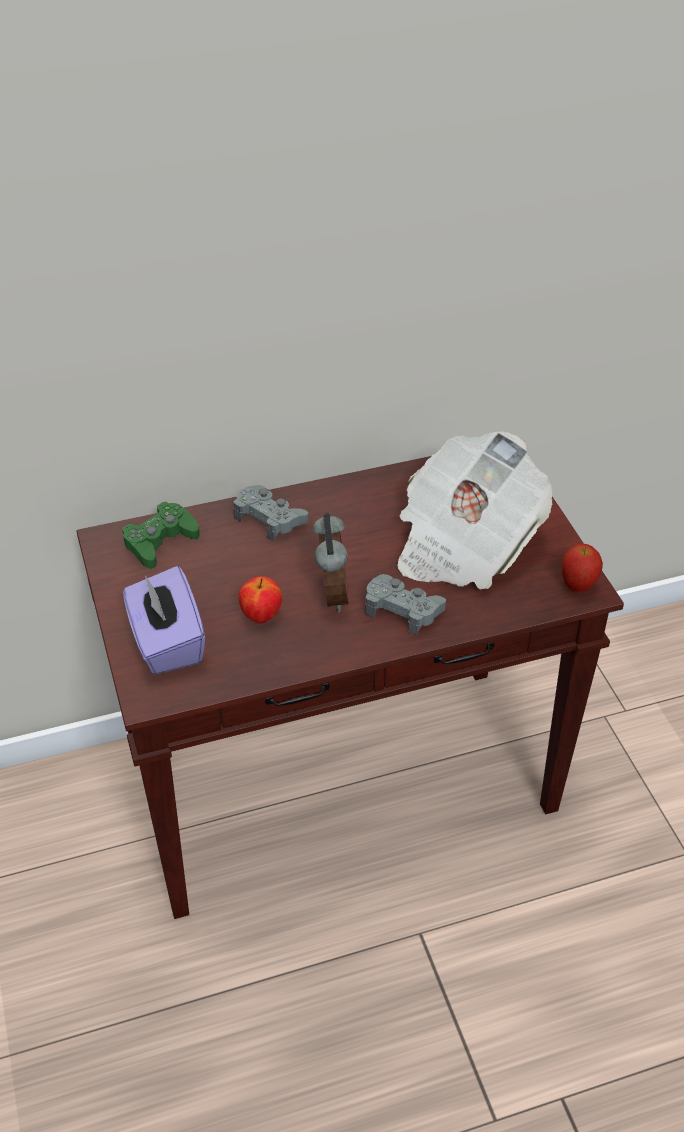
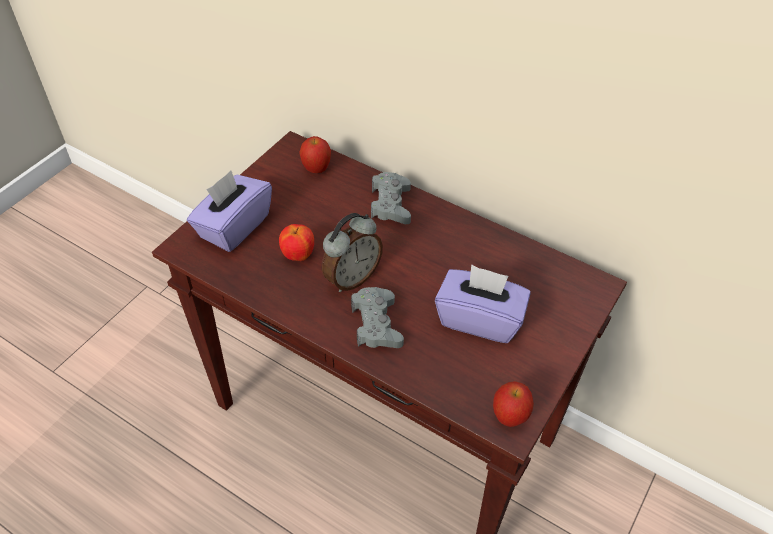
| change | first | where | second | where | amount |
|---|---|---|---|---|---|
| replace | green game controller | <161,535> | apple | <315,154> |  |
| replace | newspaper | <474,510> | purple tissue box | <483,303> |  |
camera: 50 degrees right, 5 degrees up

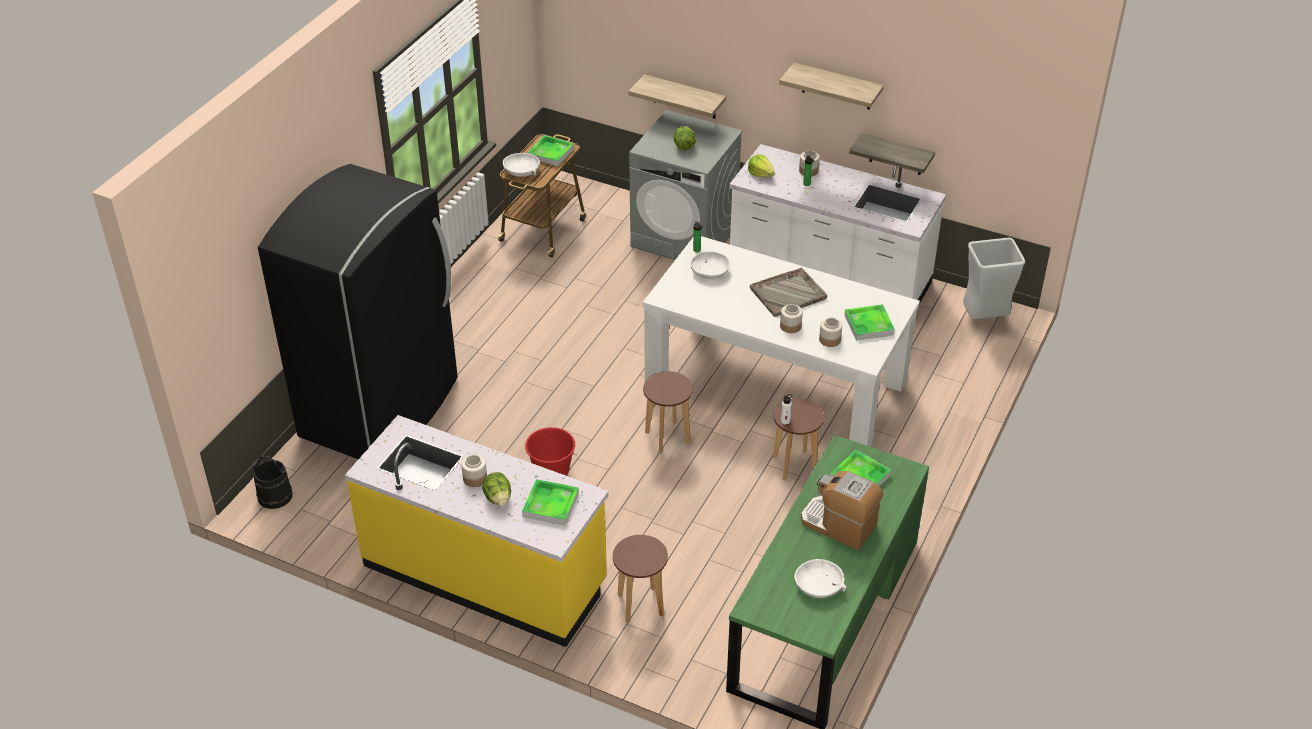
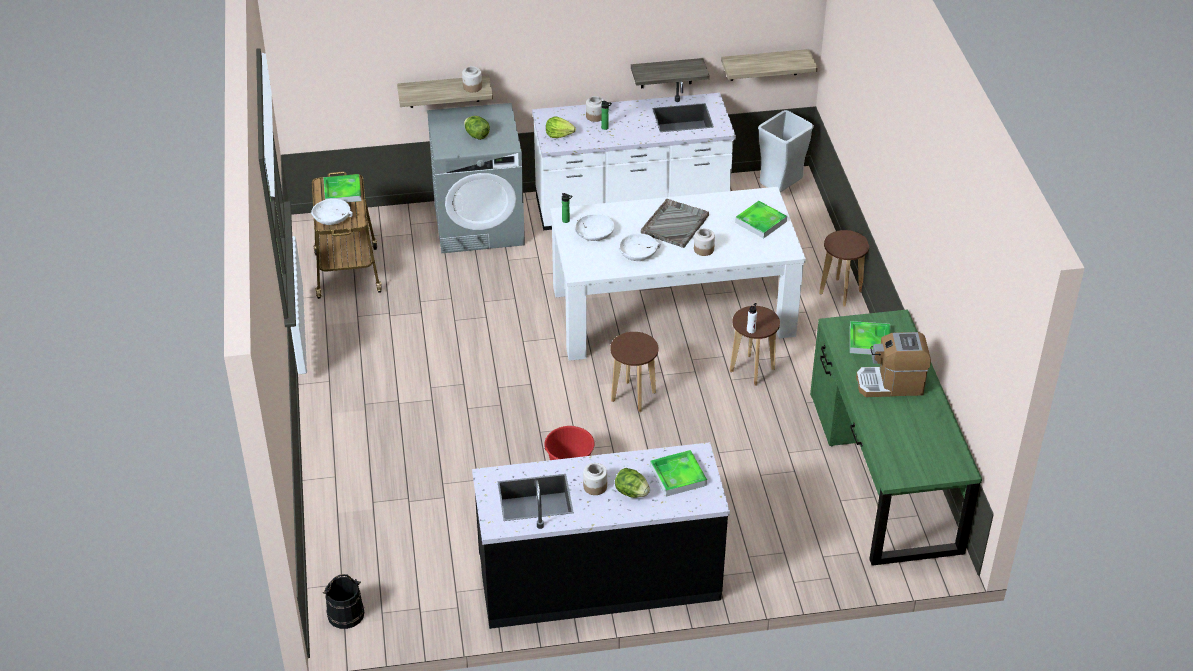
| change | first | where | second | where | amount |
|---|---|---|---|---|---|
| delete | black fridge | <358,311> |  |  |  |
| move | brown stool | <640,579> |  | <844,268> |  |
| move | shelf | <831,86> |  | <769,65> |  |
| move | white bowl | <820,578> |  | <640,247> |  |
| move | jar | <830,332> |  | <472,79> |  |
| recolor | yellow counter | <477,531> | black counter | <601,535> |  |
camera: 35 degrees left, 0 degrees up

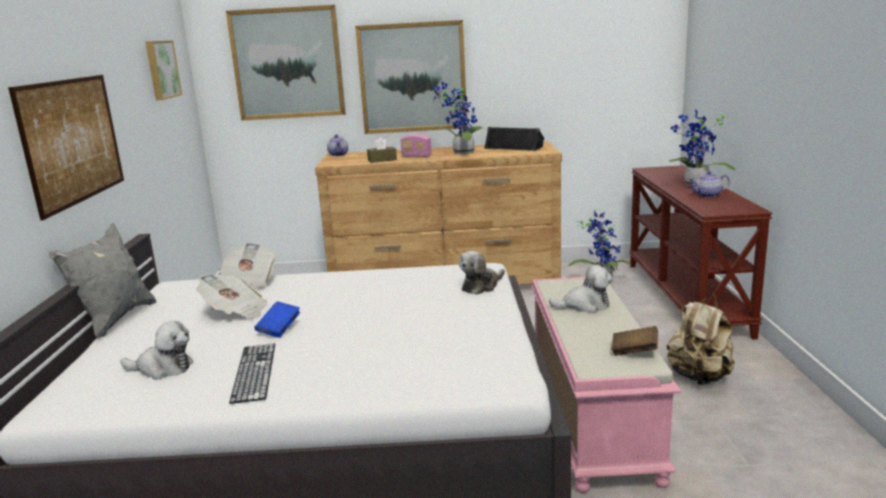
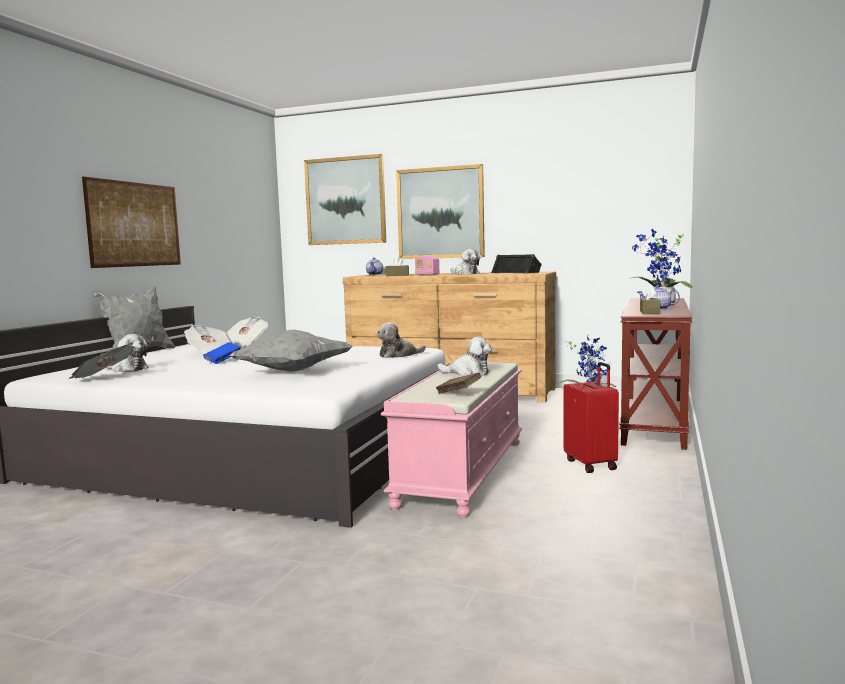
| change | first | where | second | where | amount |
|---|---|---|---|---|---|
| delete | picture | <164,70> |  |  |  |
| delete | keyboard | <252,373> |  |  |  |
| insert |  |  | newspaper | <102,361> |  |
| insert |  |  | grey pillow | <291,350> |  |
| insert |  |  | brown tissue box | <650,300> |  |
| replace | potted plant | <457,118> | plush toy | <465,262> |  |
| replace | beige backpack | <701,340> | red suitcase | <591,417> |  |
camera: 20 degrees right, 10 degrees down

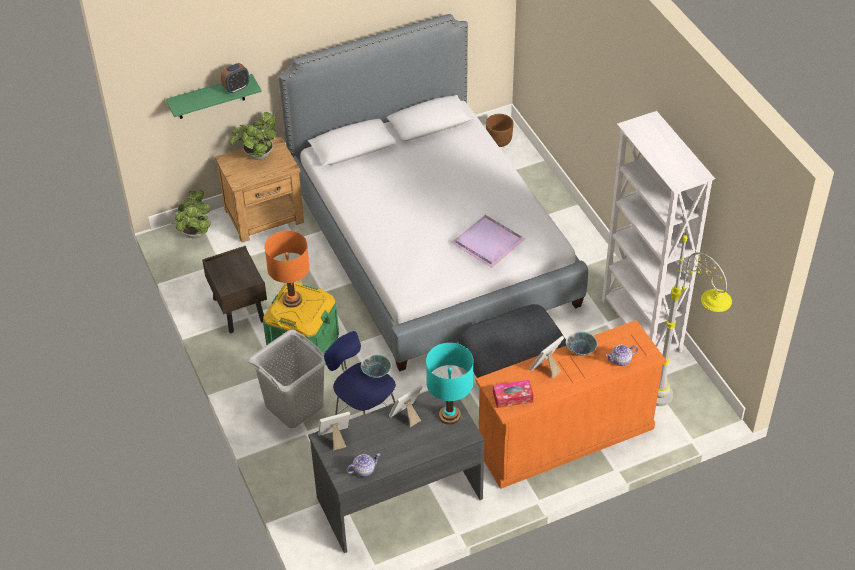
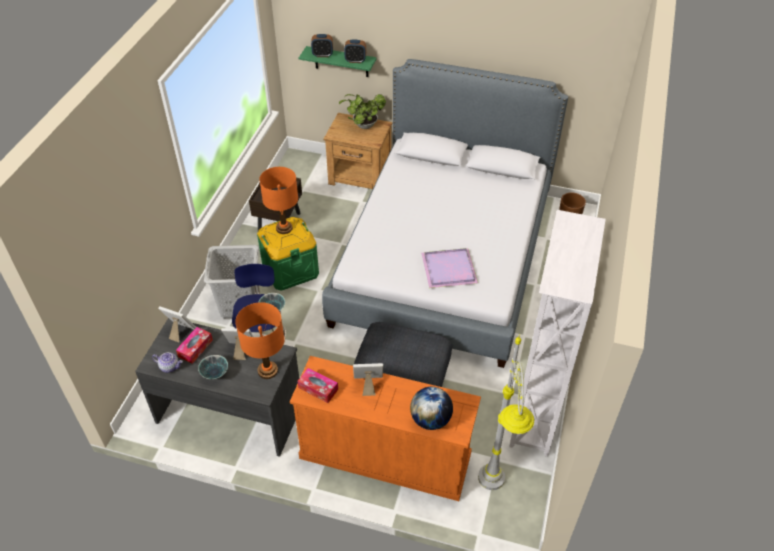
| change | first | where | second | where | amount |
|---|---|---|---|---|---|
| delete | potted plant | <191,214> |  |  |  |
| insert |  |  | tissue box | <194,345> |  |
| insert |  |  | alarm clock | <322,45> |  |
| move | bowl | <582,343> |  | <213,367> |  |
| replace | teapot | <622,355> | globe | <431,408> |  |
| recolor | turquoise table lamp | <449,384> | orange table lamp | <260,340> |  |
camera: 40 degrees right, 0 degrees up

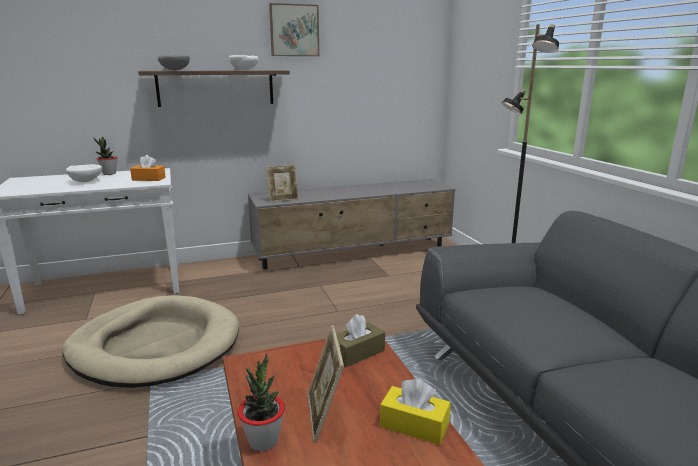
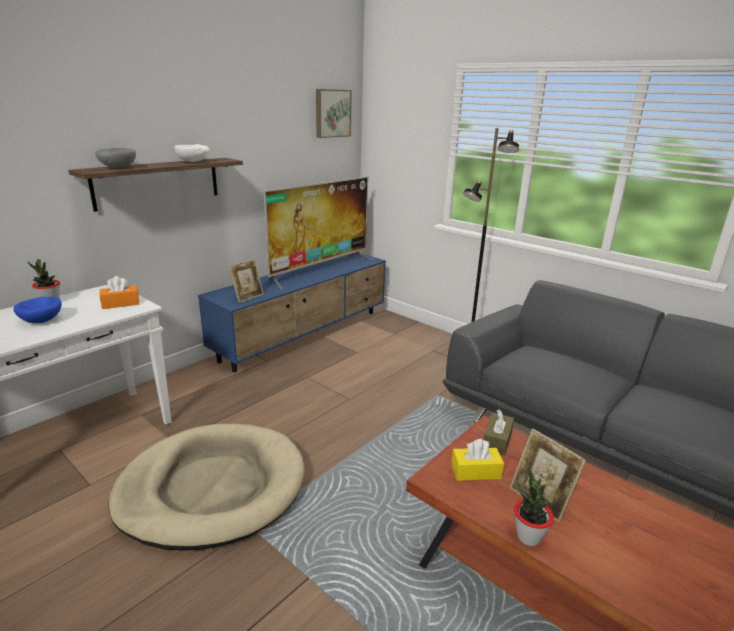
| change | first | where | second | where | amount |
|---|---|---|---|---|---|
| insert |  |  | television | <318,232> |  |
| move | picture | <294,29> |  | <334,113> |  |
| move | yellow tissue box | <415,411> |  | <477,460> |  |
| recolor | white bowl | <84,173> | blue bowl | <38,310> |  |
| recolor | grey tv stand | <351,224> | blue tv stand | <292,313> |  |
camera: 30 degrees left, 5 degrees up

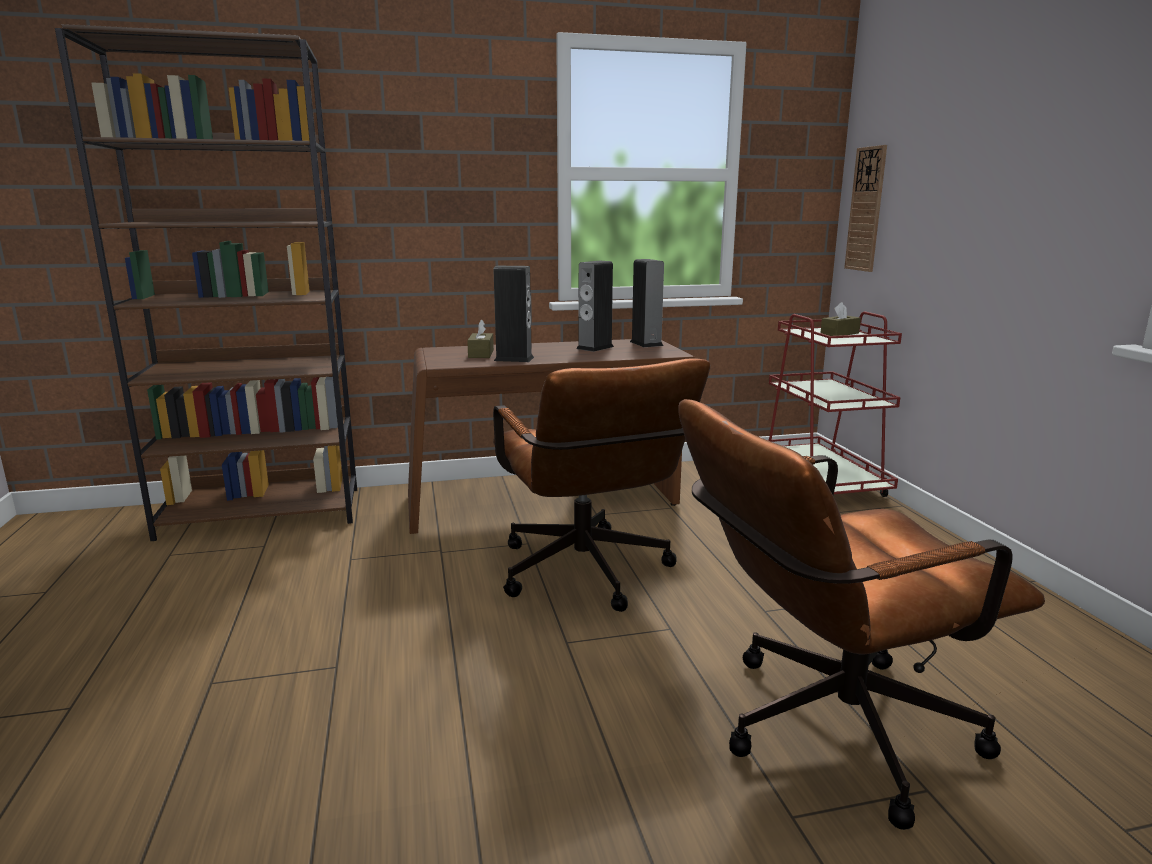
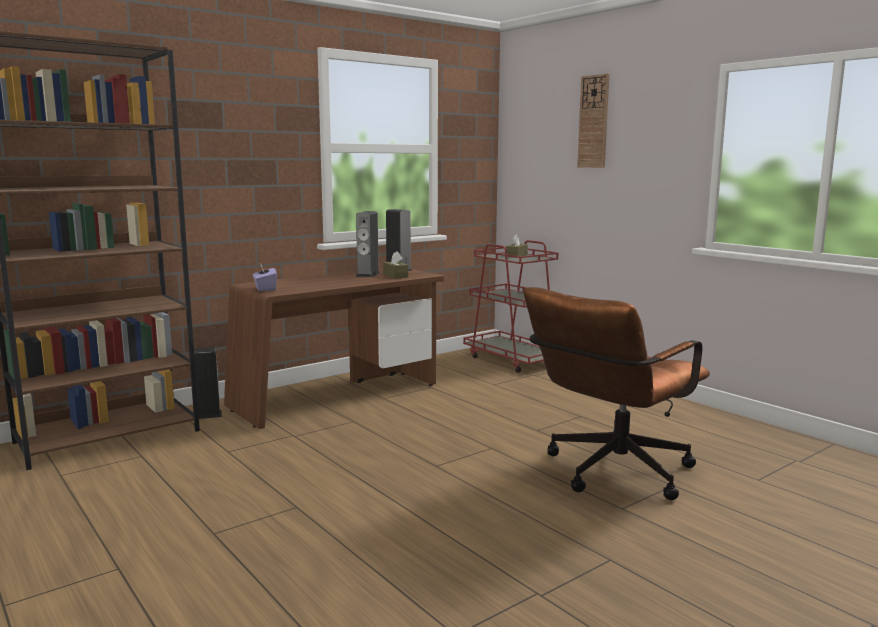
| change | first | where | second | where | amount |
|---|---|---|---|---|---|
| delete | brown office chair | <601,485> |  |  |  |
| insert |  |  | purple tissue box | <264,277> |  |
| move | brown tissue box | <480,338> |  | <395,265> |  |
| move | speaker | <514,314> |  | <208,383> |  |
| move | wall clock | <865,208> |  | <593,121> |  |
camera: 25 degrees left, 5 degrees down

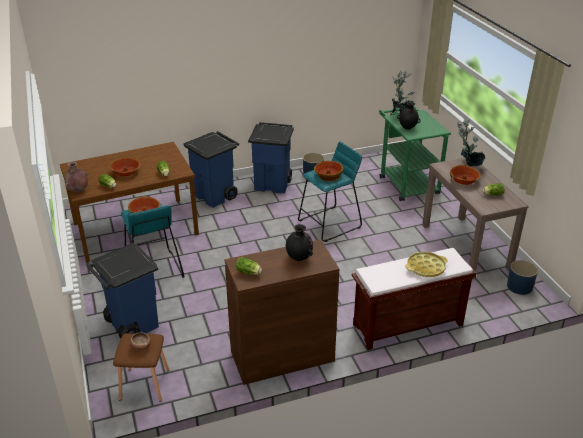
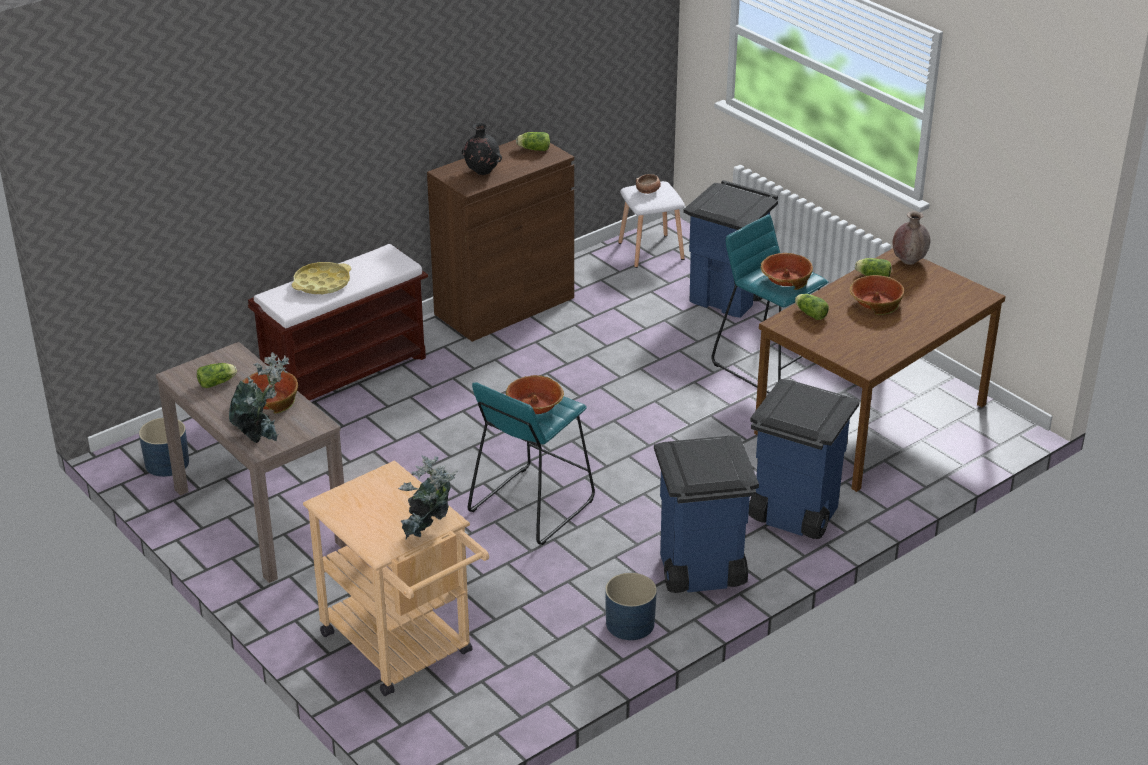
| change | first | where | second | where | amount |
|---|---|---|---|---|---|
| delete | black vase | <409,116> |  |  |  |
| recolor | brown stool | <141,367> | white stool | <651,224> |  |
| recolor | green cart | <415,153> | beige cart | <396,578> |  |
camera: 160 degrees right, 0 degrees up

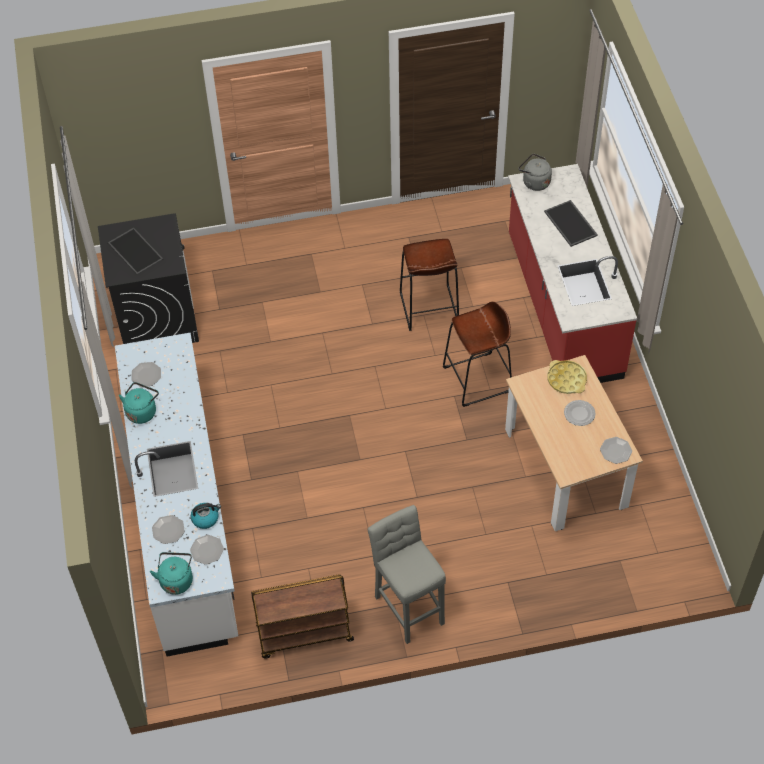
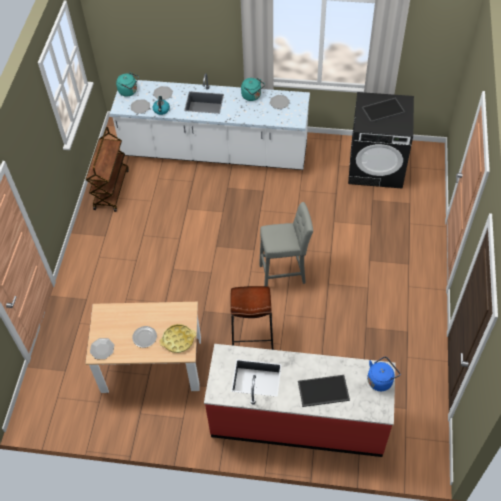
| change | first | where | second | where | amount |
|---|---|---|---|---|---|
| delete | brown stool | <429,285> |  |  |  |
| move | grey stool | <407,574> |  | <286,244> |  |
| recolor | grey kettle | <535,172> | blue kettle | <383,373> |  |
camera: 110 degrees right, 0 degrees up

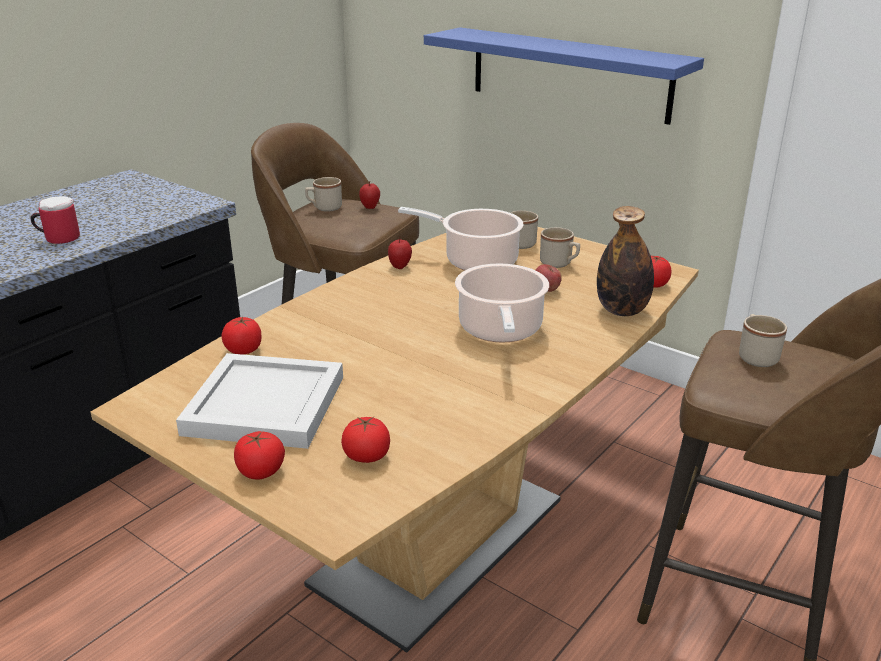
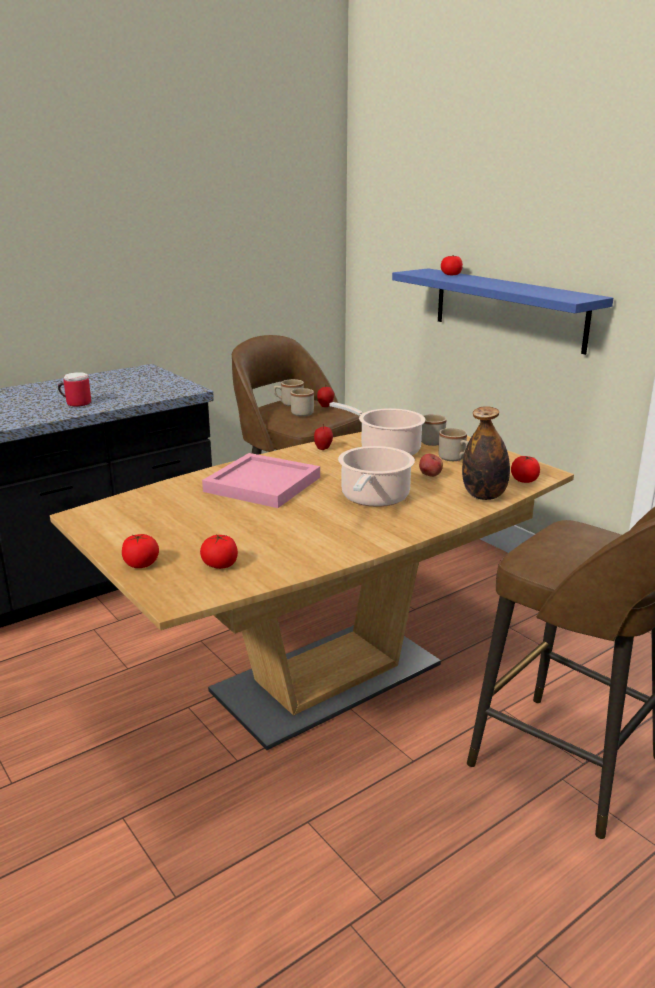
| change | first | where | second | where | amount |
|---|---|---|---|---|---|
| delete | white tray | <259,401> |  |  |  |
| insert |  |  | pink tray | <261,480> |  |
| move | tomato | <241,336> |  | <452,265> |  |
| move | beige mug | <763,340> |  | <302,402> |  |
camera: 15 degrees right, 5 degrees down

